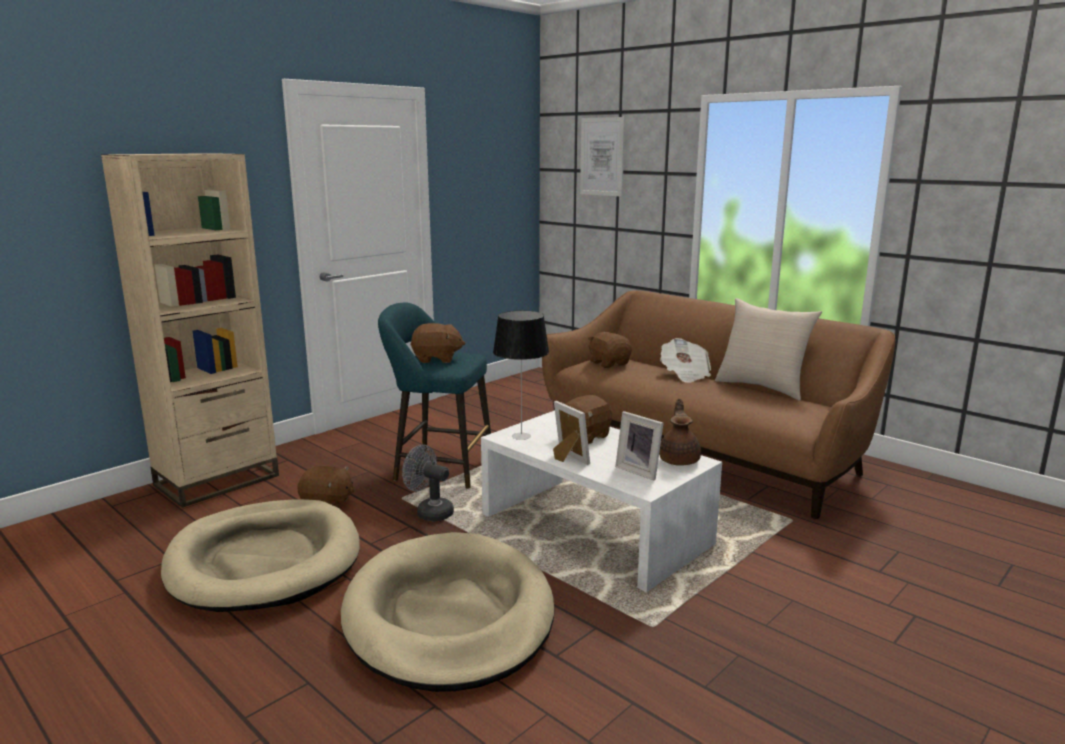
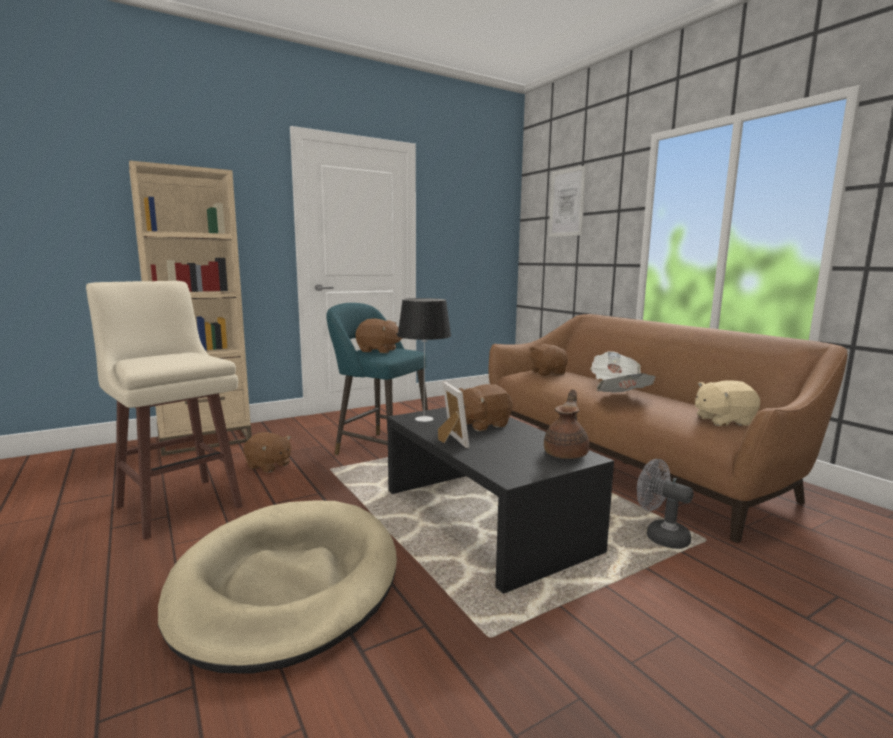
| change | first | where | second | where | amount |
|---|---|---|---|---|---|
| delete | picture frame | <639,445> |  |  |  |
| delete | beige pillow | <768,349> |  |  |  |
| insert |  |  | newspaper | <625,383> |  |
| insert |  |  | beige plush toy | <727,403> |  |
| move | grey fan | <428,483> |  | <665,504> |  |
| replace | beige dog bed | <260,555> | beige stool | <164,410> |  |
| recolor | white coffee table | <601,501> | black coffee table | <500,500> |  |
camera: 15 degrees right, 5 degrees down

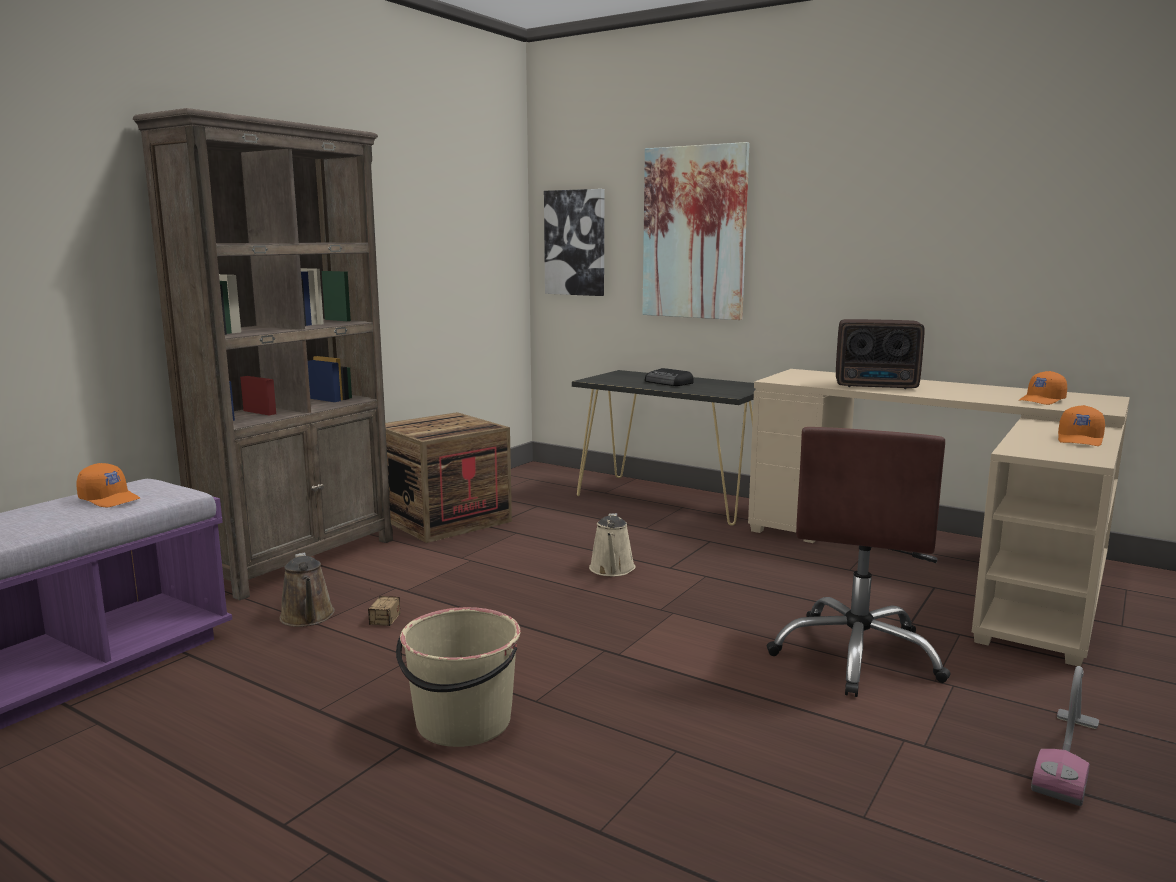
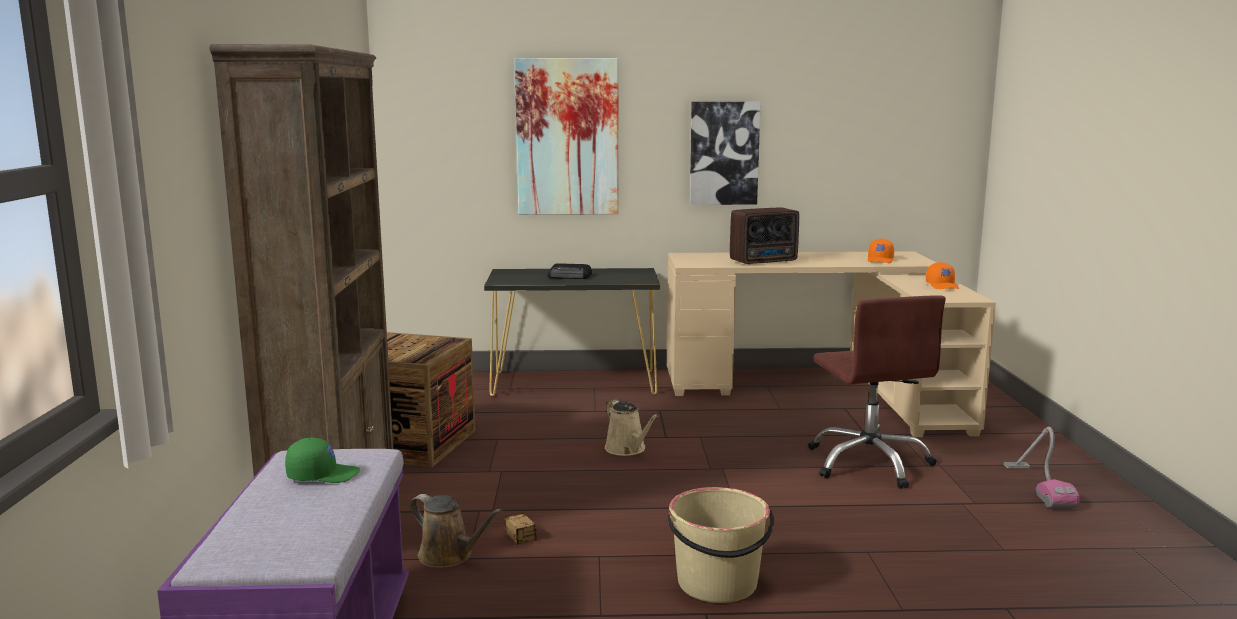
| change | first | where | second | where | amount |
|---|---|---|---|---|---|
| move | picture | <574,242> |  | <725,153> |  |
| recolor | orange cap | <108,485> | green cap | <322,460> |  |
camera: 35 degrees left, 0 degrees up

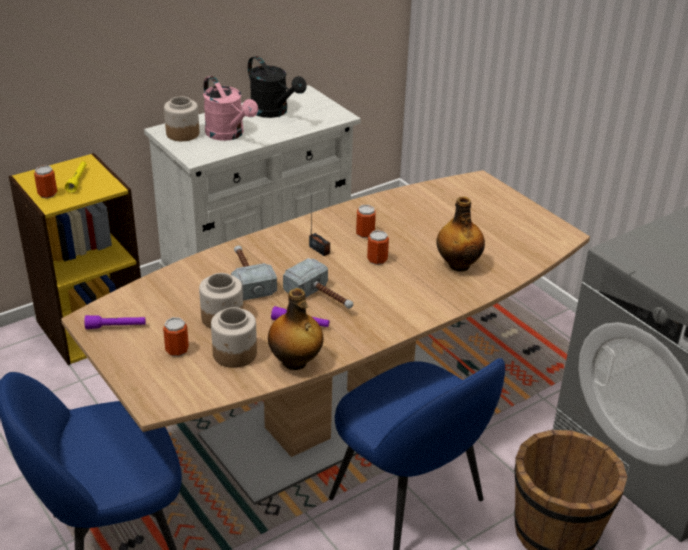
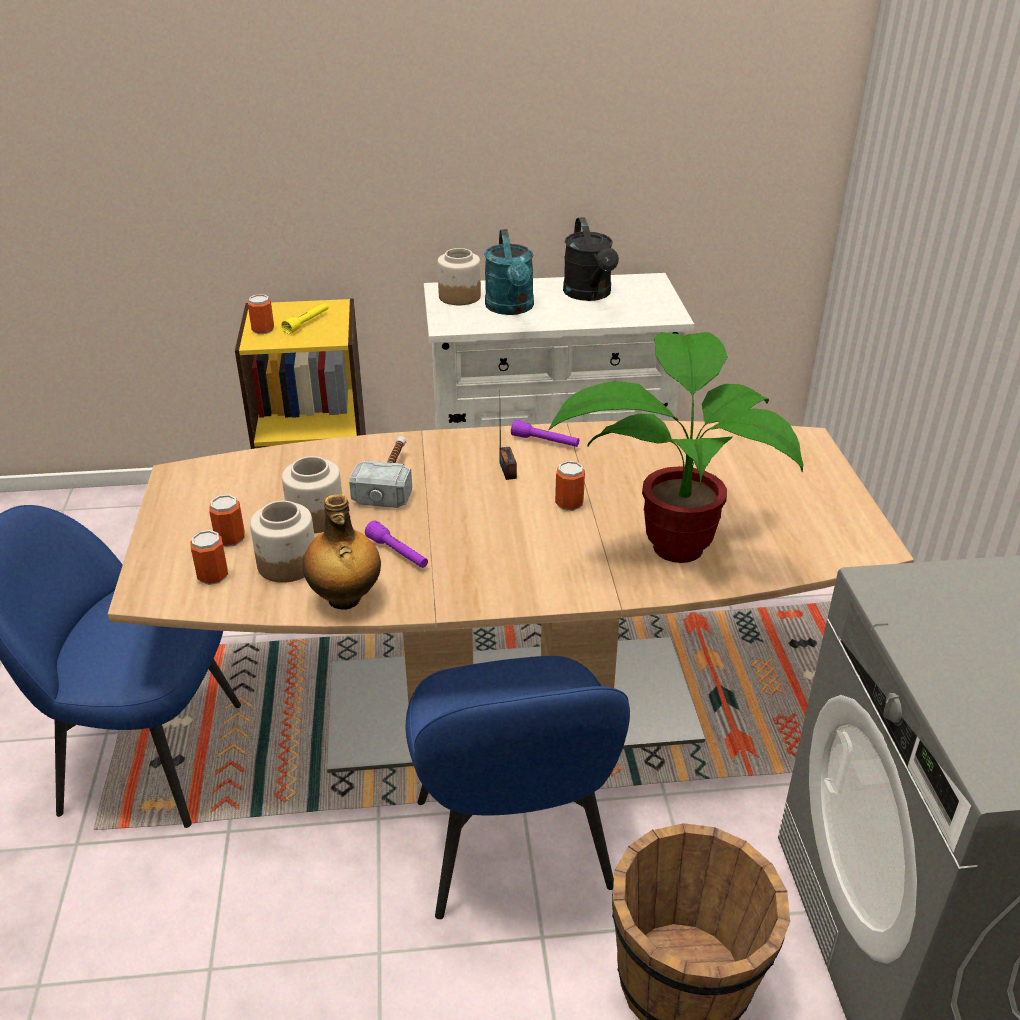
| change | first | where | second | where | amount |
|---|---|---|---|---|---|
| delete | hammer | <318,283> |  |  |  |
| move | purple flashlight | <115,322> |  | <545,433> |  |
| move | can | <366,221> |  | <209,557> |  |
| replace | bottle | <460,234> | potted plant | <676,447> |  |
| recolor | pink watering can | <230,108> | turquoise watering can | <509,272> |  |
camera: 30 degrees right, 0 degrees up

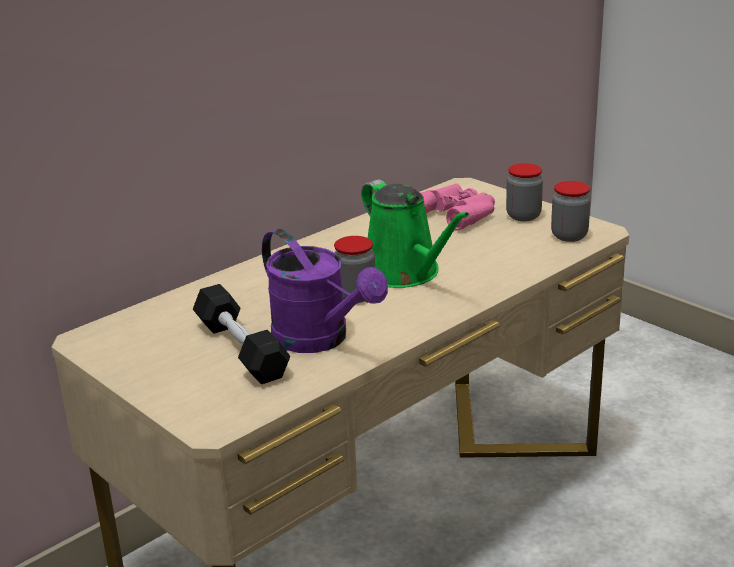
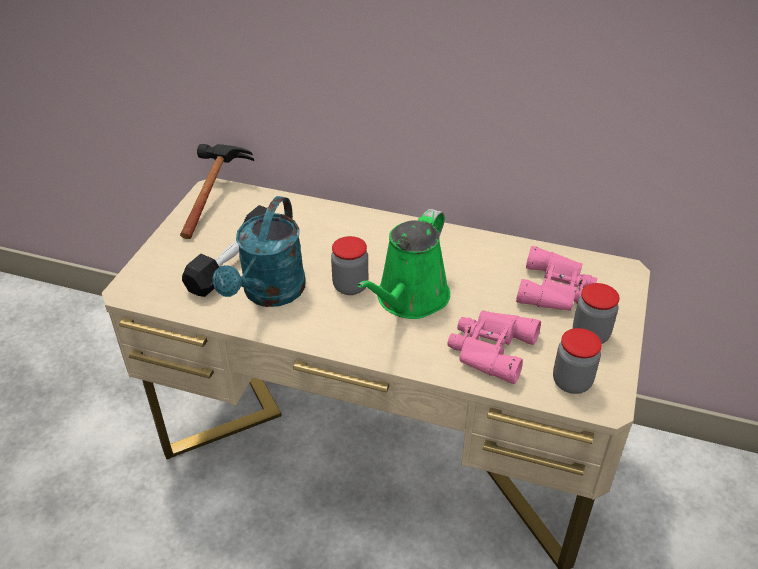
| change | first | where | second | where | amount |
|---|---|---|---|---|---|
| insert |  |  | hammer | <217,191> |  |
| insert |  |  | pink binoculars | <494,347> |  |
| recolor | purple watering can | <325,291> | turquoise watering can | <259,251> |  |
camera: 60 degrees right, 15 degrees up

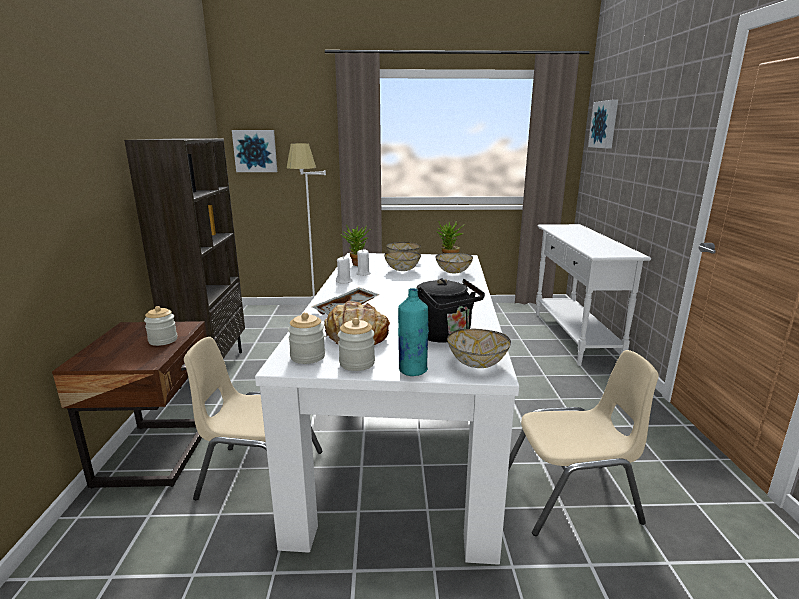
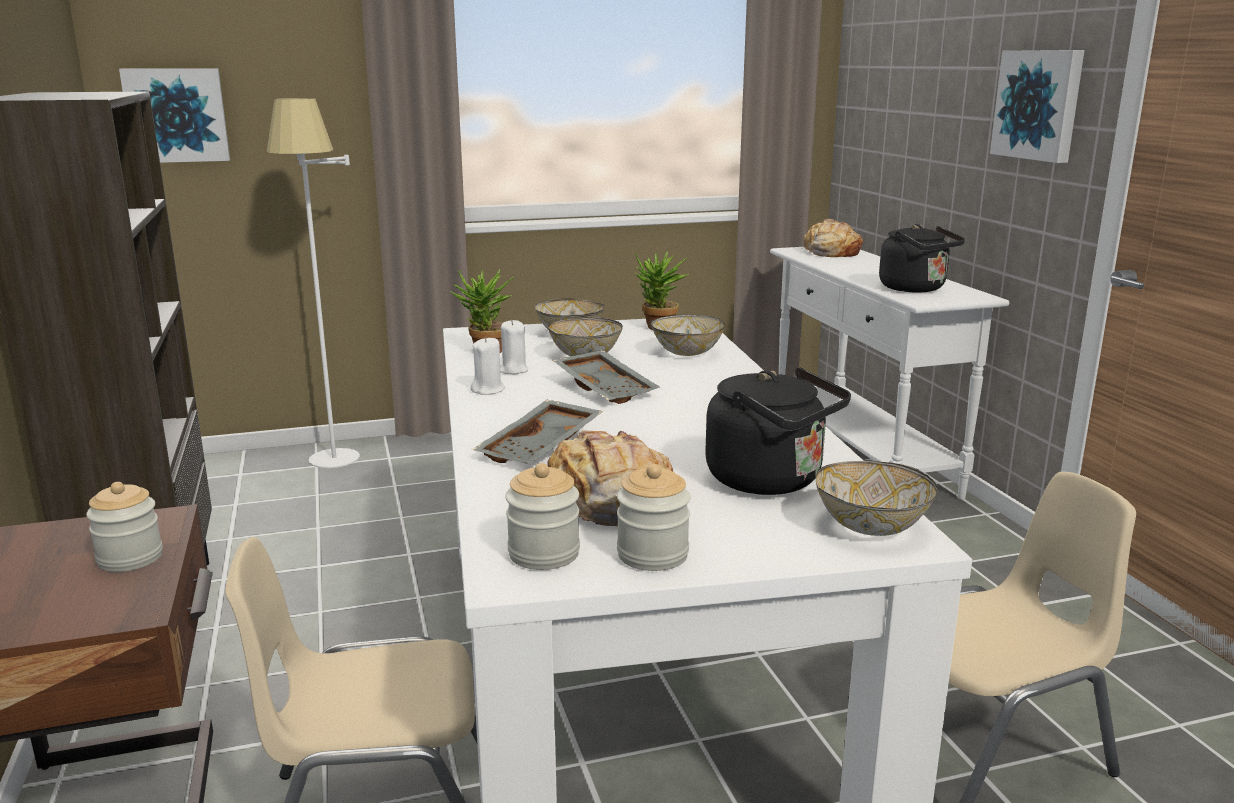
| change | first | where | second | where | amount |
|---|---|---|---|---|---|
| delete | turquoise bottle | <413,332> |  |  |  |
| insert |  |  | grey tray | <606,377> |  |
| insert |  |  | bread | <832,238> |  |
| insert |  |  | black kettle | <922,258> |  |
| move | picture | <603,123> |  | <1037,106> |  |
camera: 15 degrees left, 0 degrees up

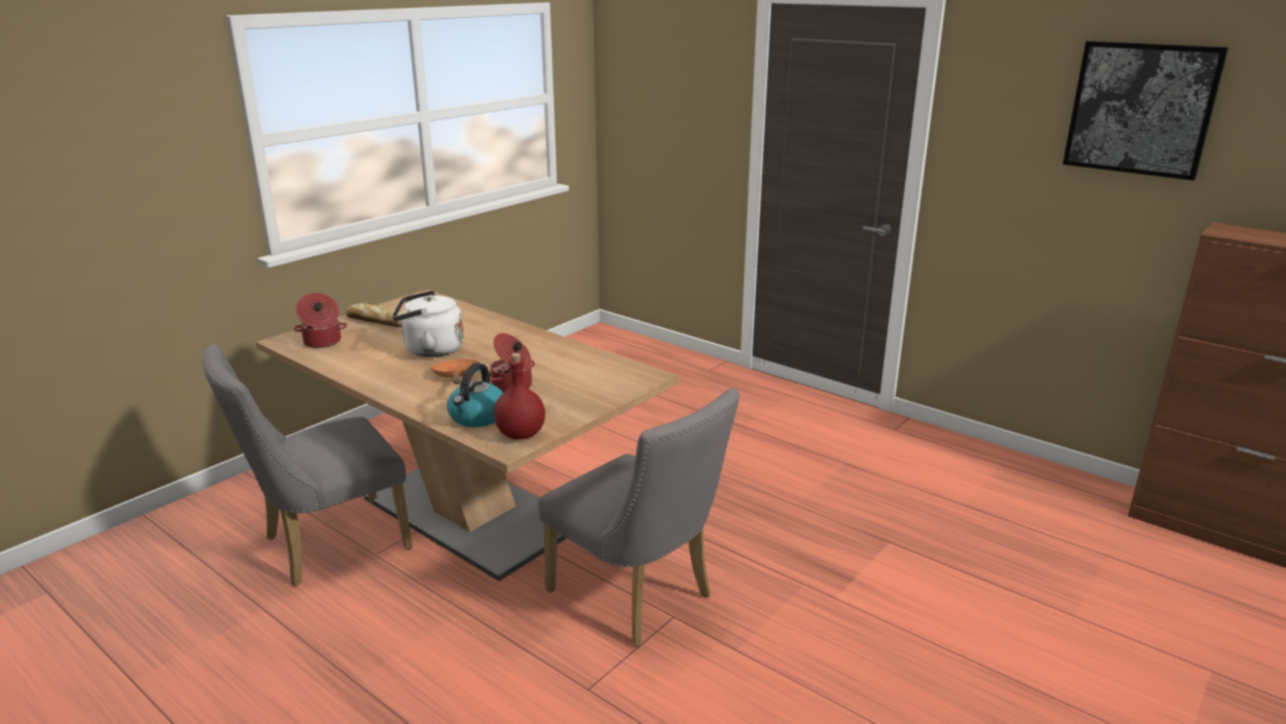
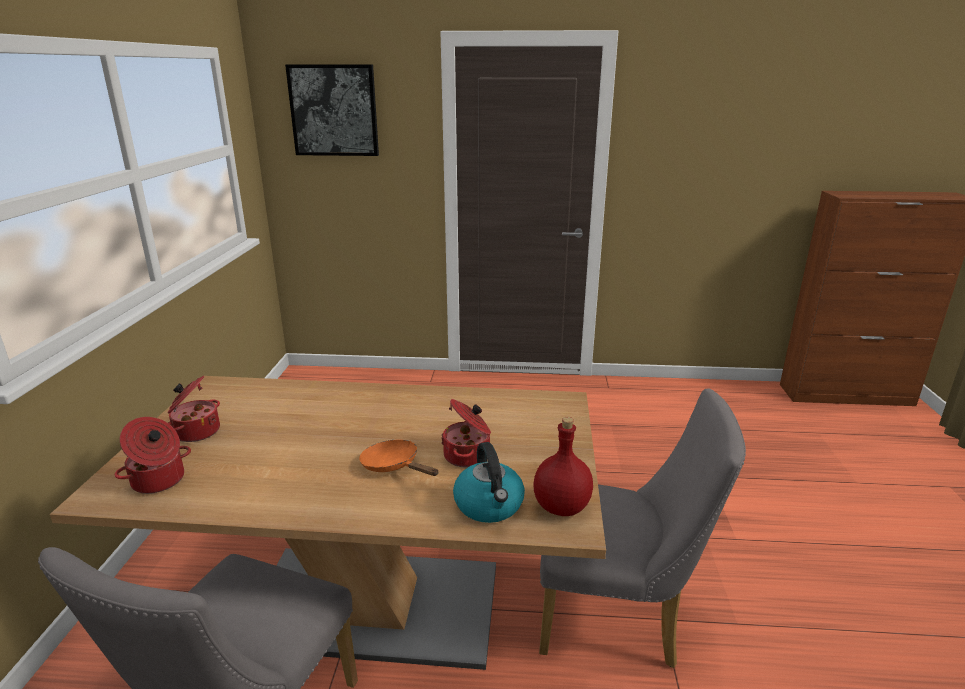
| change | first | where | second | where | amount |
|---|---|---|---|---|---|
| delete | white kettle | <428,323> |  |  |  |
| move | picture | <1146,110> |  | <332,110> |  |
| replace | bread | <374,315> | cooking pot | <193,409> |  |
camera: 35 degrees left, 0 degrees up

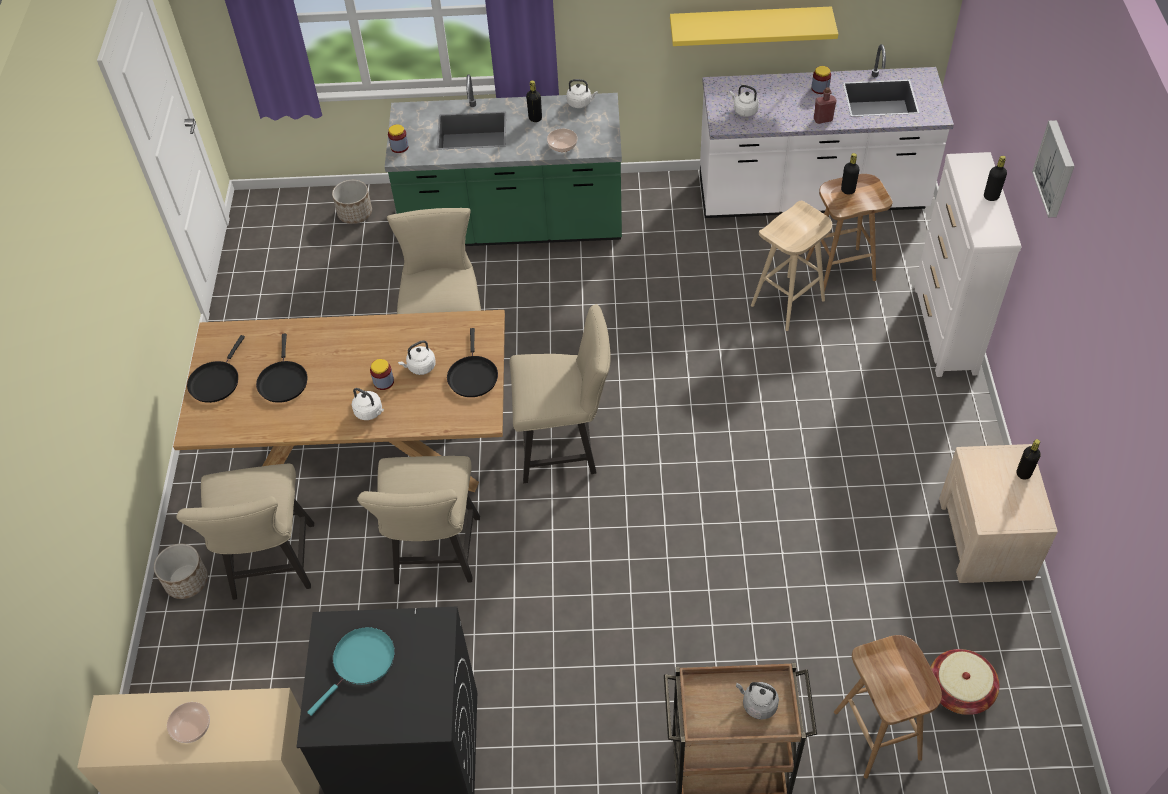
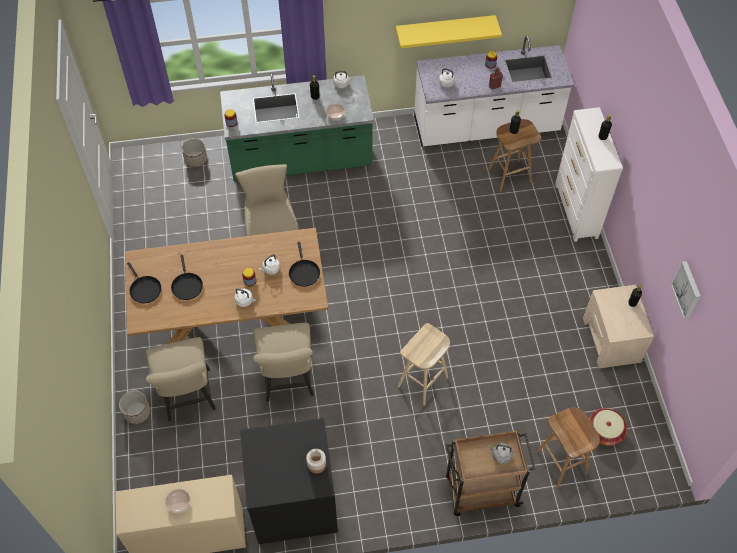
| change | first | where | second | where | amount |
|---|---|---|---|---|---|
| delete | turquoise frying pan | <351,671> |  |  |  |
| delete | beige chair | <560,393> |  |  |  |
| insert |  |  | jar | <316,461> |  |
| move | beige stool | <791,266> |  | <424,364> |  |
| move | picture | <1053,168> |  | <686,290> |  |
| rotate | black frying pan | <216,369> |  | <144,282> | 45 degrees counterclockwise |
camera: 10 degrees left, 5 degrees up

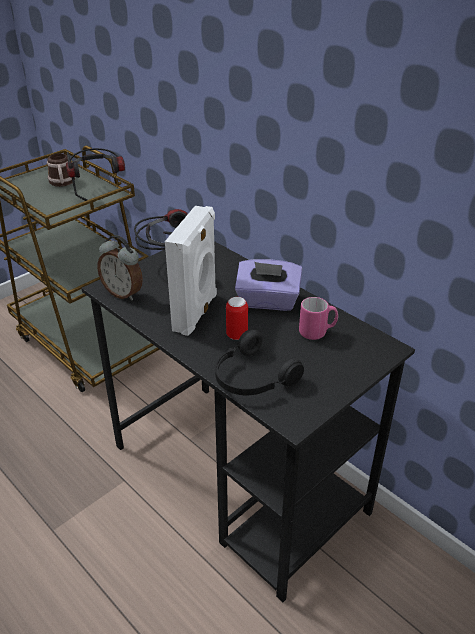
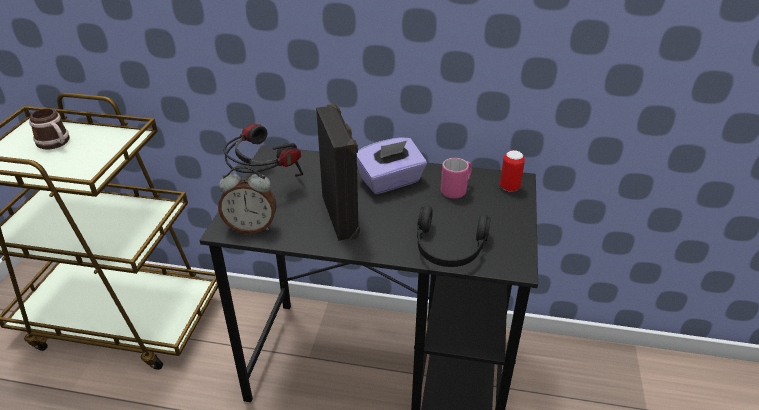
| change | first | where | second | where | amount |
|---|---|---|---|---|---|
| delete | headphones | <95,174> |  |  |  |
| move | can | <237,318> |  | <512,171> |  |
| recolor | white speaker | <191,271> | black speaker | <338,172> |  |
camera: 35 degrees left, 0 degrees up

